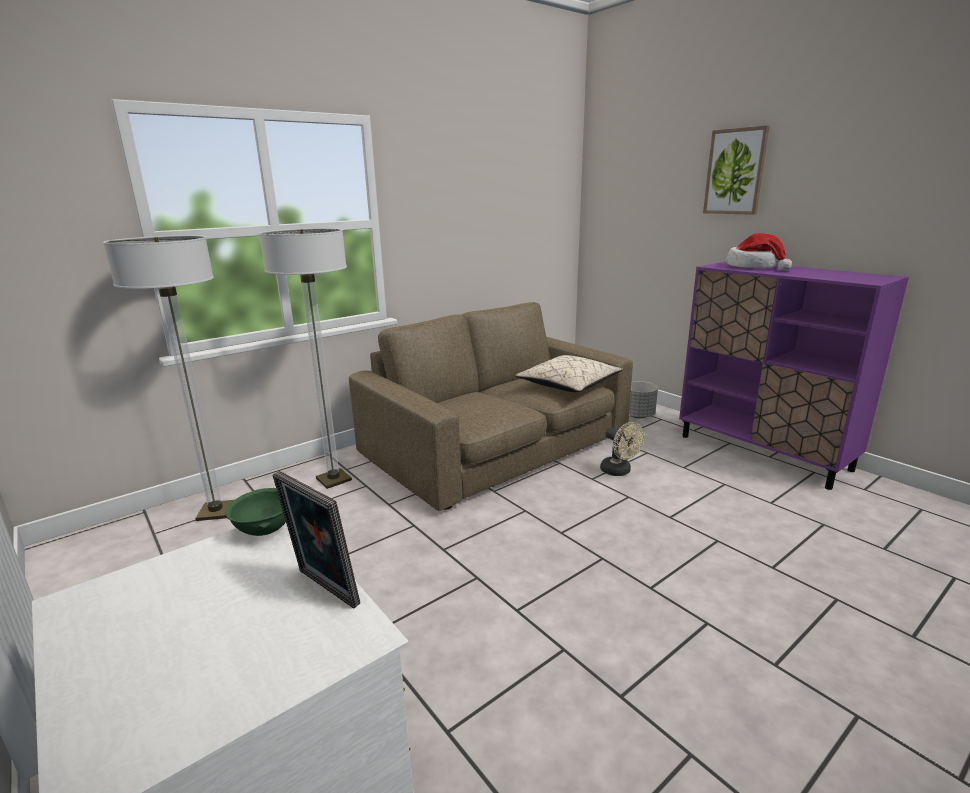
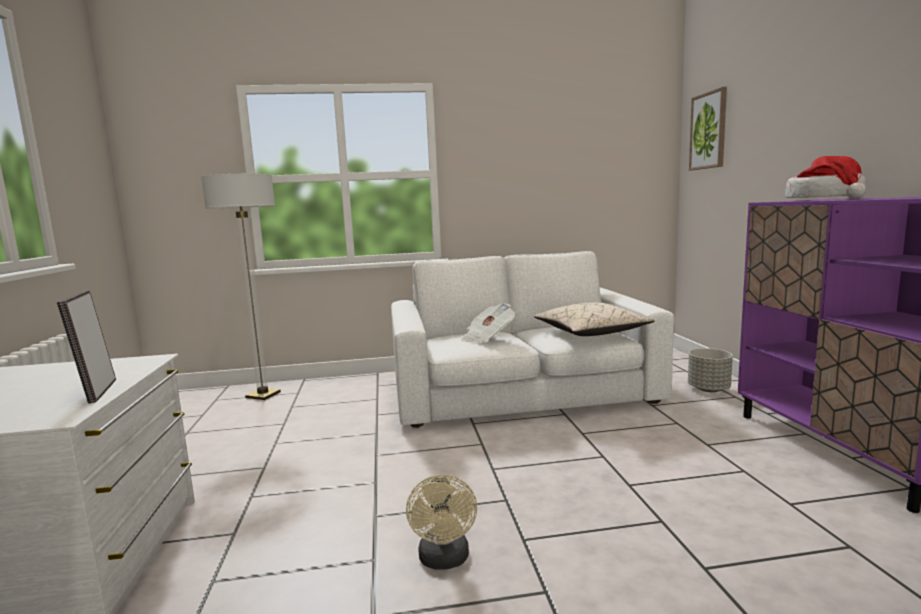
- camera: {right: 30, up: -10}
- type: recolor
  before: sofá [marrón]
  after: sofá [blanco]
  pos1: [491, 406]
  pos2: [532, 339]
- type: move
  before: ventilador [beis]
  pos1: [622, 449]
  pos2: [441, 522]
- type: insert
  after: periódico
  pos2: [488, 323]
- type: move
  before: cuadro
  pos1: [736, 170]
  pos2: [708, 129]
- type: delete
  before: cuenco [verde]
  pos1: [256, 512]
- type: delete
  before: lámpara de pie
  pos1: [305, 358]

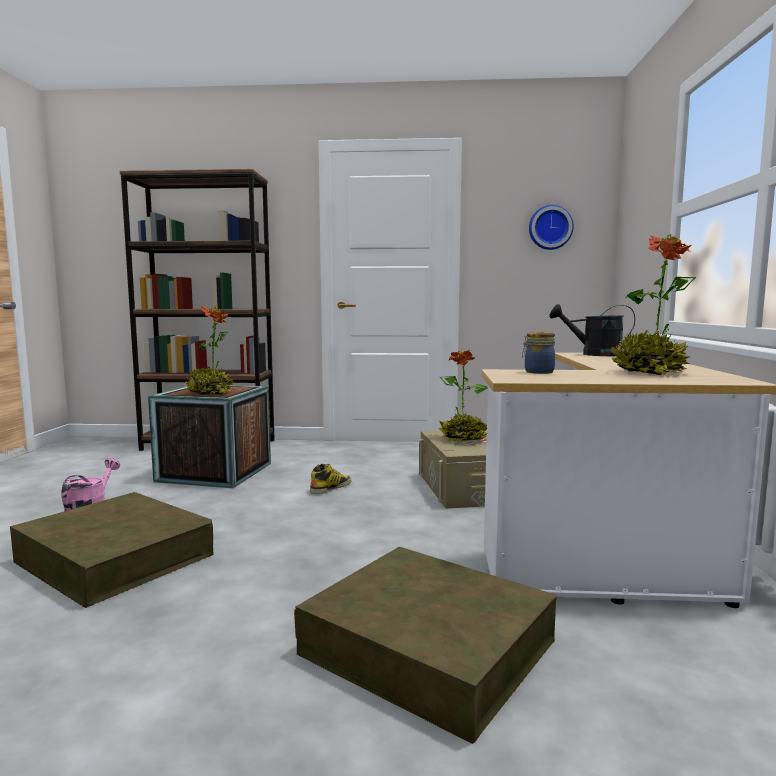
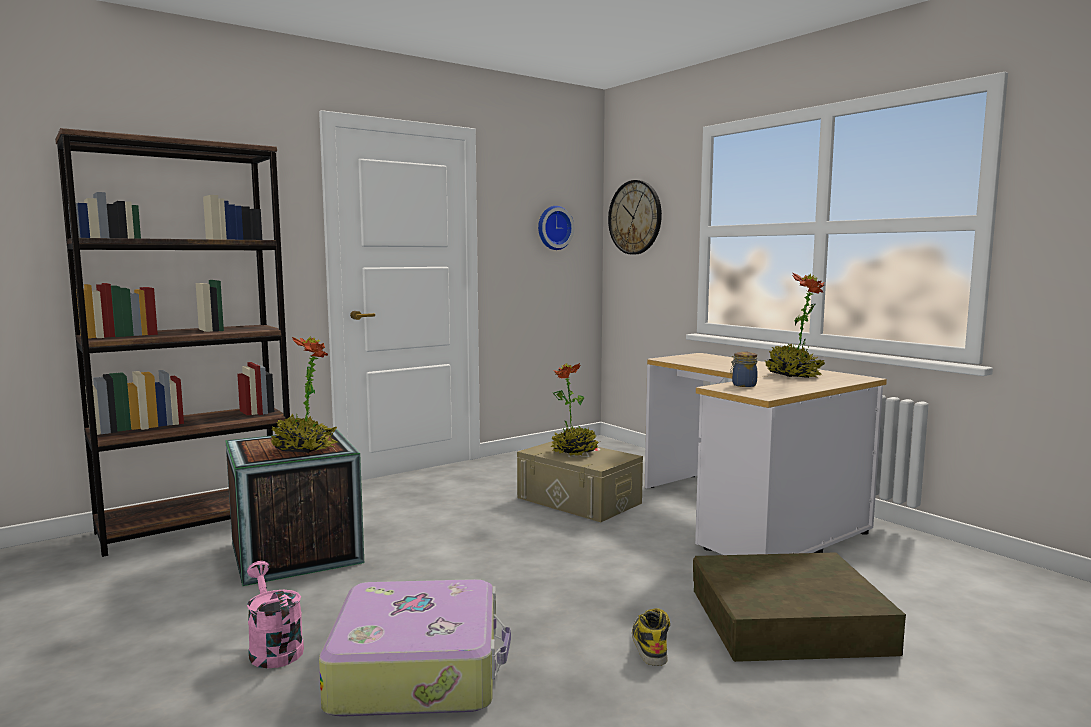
- camera: {right: -40, up: 0}
- type: replace
  before: caja de almacenaje [marrón]
  after: maleta
  pos1: [112, 550]
  pos2: [415, 648]
- type: insert
  after: reloj de pared
  pos2: [635, 217]
- type: move
  before: bota
  pos1: [331, 479]
  pos2: [651, 637]
- type: delete
  before: regadera [negro]
  pos1: [592, 330]

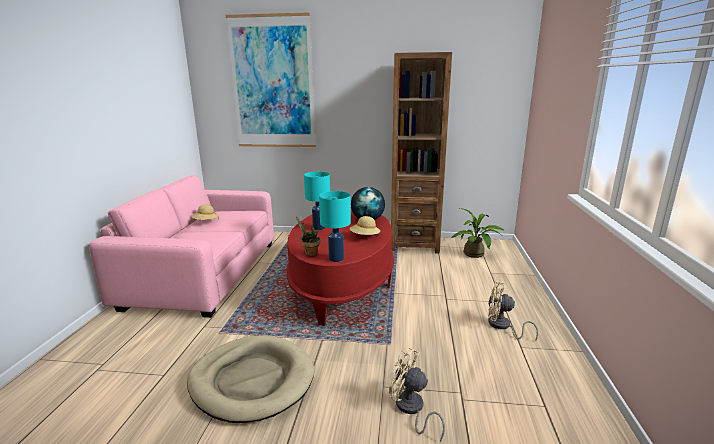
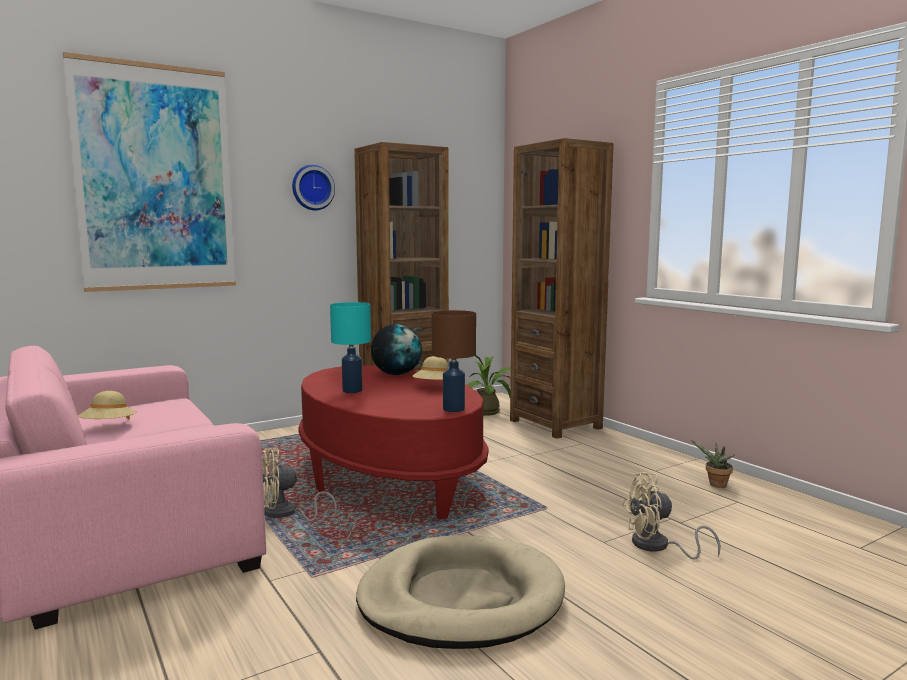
- camera: {right: -40, up: -10}
- type: move
  before: ventilador [beis]
  pos1: [513, 311]
  pos2: [299, 484]
- type: insert
  after: reloj de pared
  pos2: [313, 187]
- type: recolor
  before: lámpara de mesa [turquesa]
  after: lámpara de mesa [marrón]
  pos1: [335, 226]
  pos2: [454, 361]
- type: insert
  after: estantería [marrón]
  pos2: [562, 288]
- type: move
  before: planta en maceta
  pos1: [308, 236]
  pos2: [713, 464]

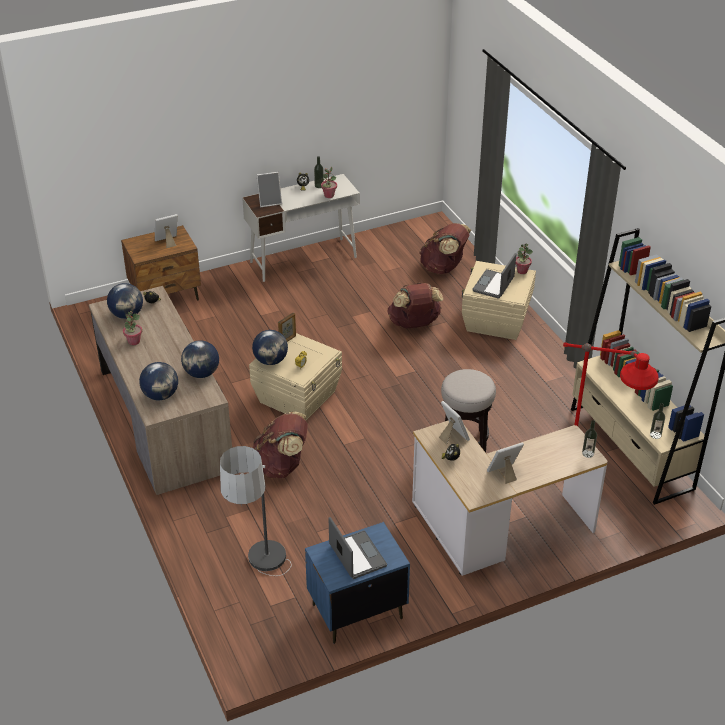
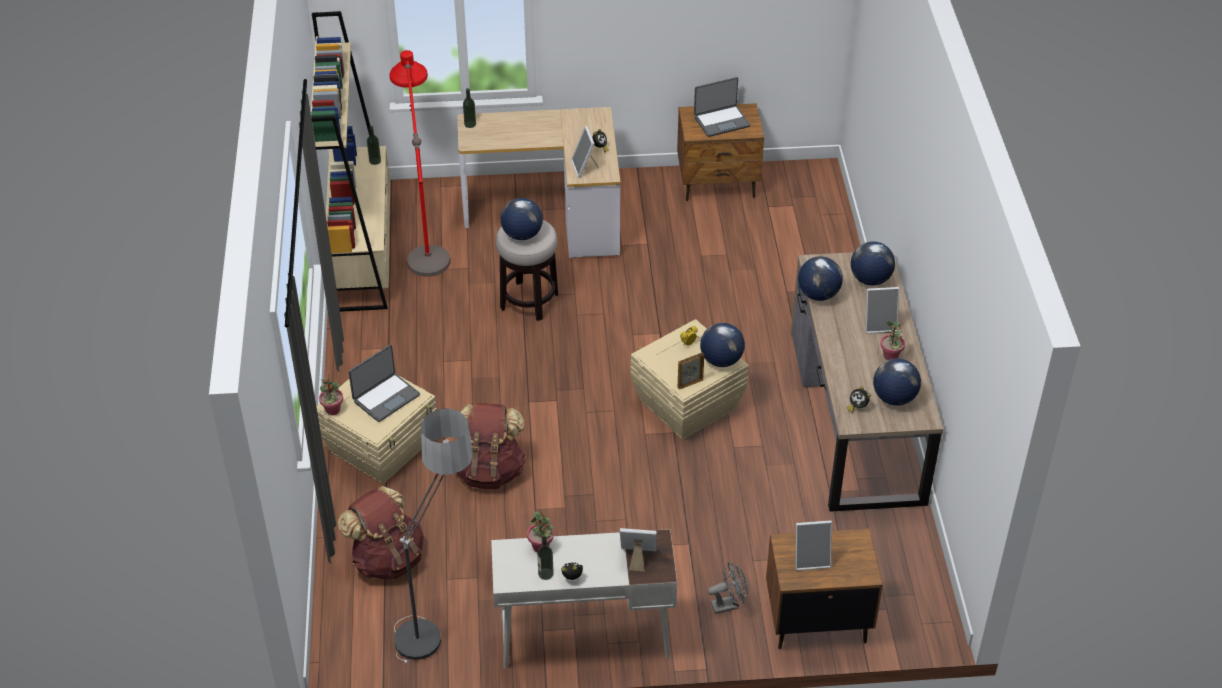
- camera: {right: -160, up: 5}
- type: move
  before: lámpara de pie
  pos1: [256, 511]
  pos2: [433, 535]
- type: insert
  after: globo terráqueo
  pos2: [521, 219]
- type: recolor
  before: mesita de noche [azul]
  after: mesita de noche [marrón]
  pos1: [357, 583]
  pos2: [720, 152]
- type: rotate
  before: portátil
  pos1: [358, 548]
  pos2: [722, 107]
  turn: -105
- type: insert
  after: ventilador [gris]
  pos2: [728, 588]
- type: move
  before: portarretratos
  pos1: [505, 463]
  pos2: [882, 310]
- type: delete
  before: mochila [marrón]
  pos1: [280, 444]

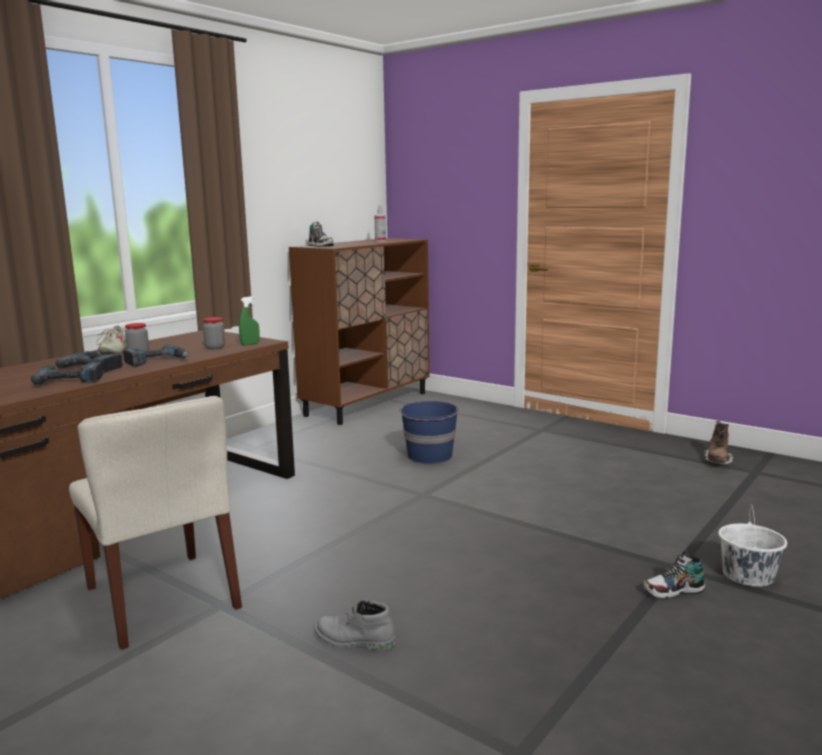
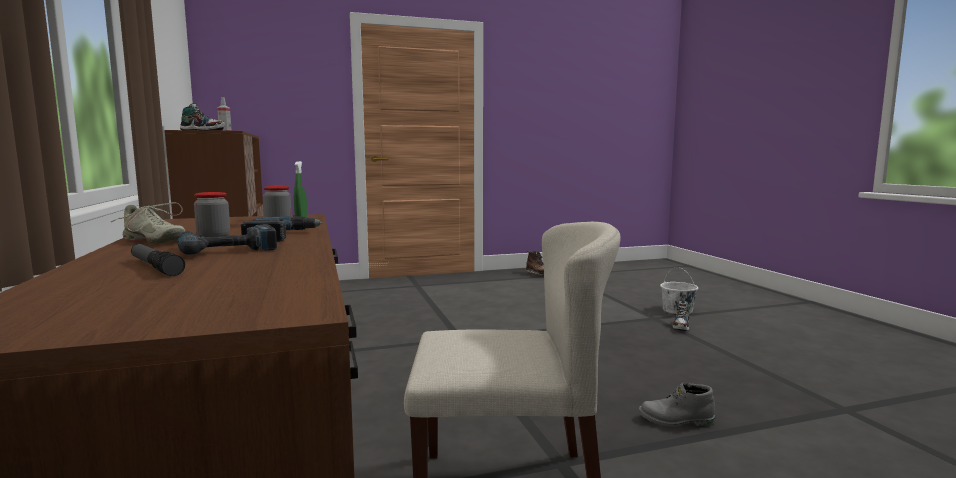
- camera: {right: -55, up: -5}
- type: insert
  after: linterna
  pos2: [158, 260]
- type: rotate
  before: bota [gris]
  pos1: [355, 625]
  pos2: [677, 405]
  turn: 45
- type: delete
  before: taladro
  pos1: [67, 373]
- type: delete
  before: cubo [azul]
  pos1: [429, 432]

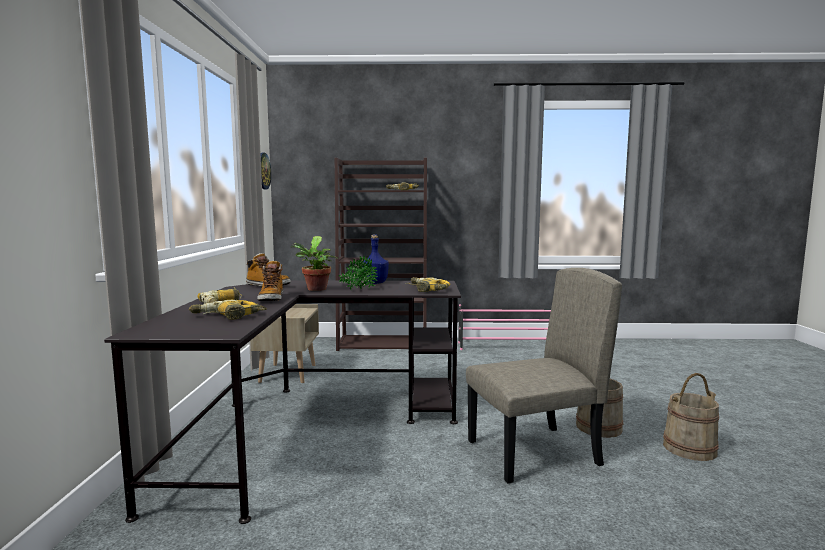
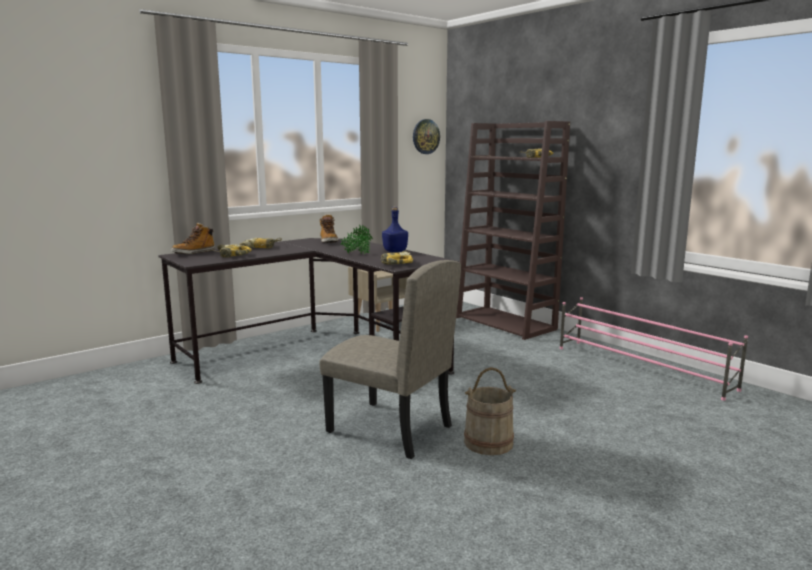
- camera: {right: 50, up: 5}
- type: move
  before: bota
  pos1: [270, 280]
  pos2: [193, 238]
- type: delete
  before: planta en maceta
  pos1: [314, 263]
- type: delete
  before: cubo [beis]
  pos1: [691, 417]

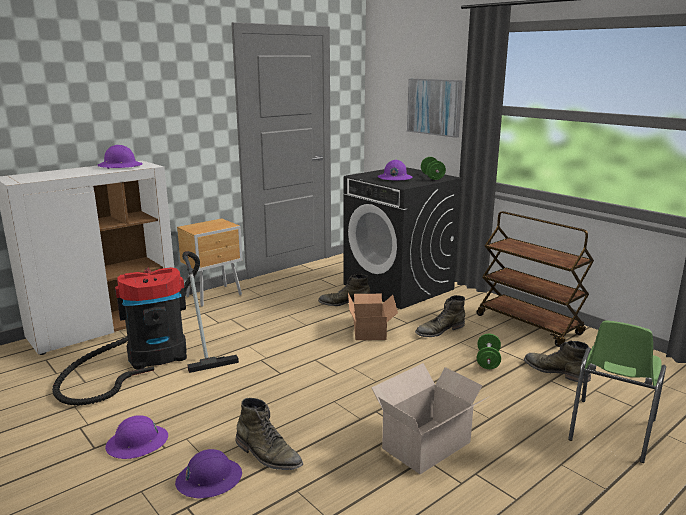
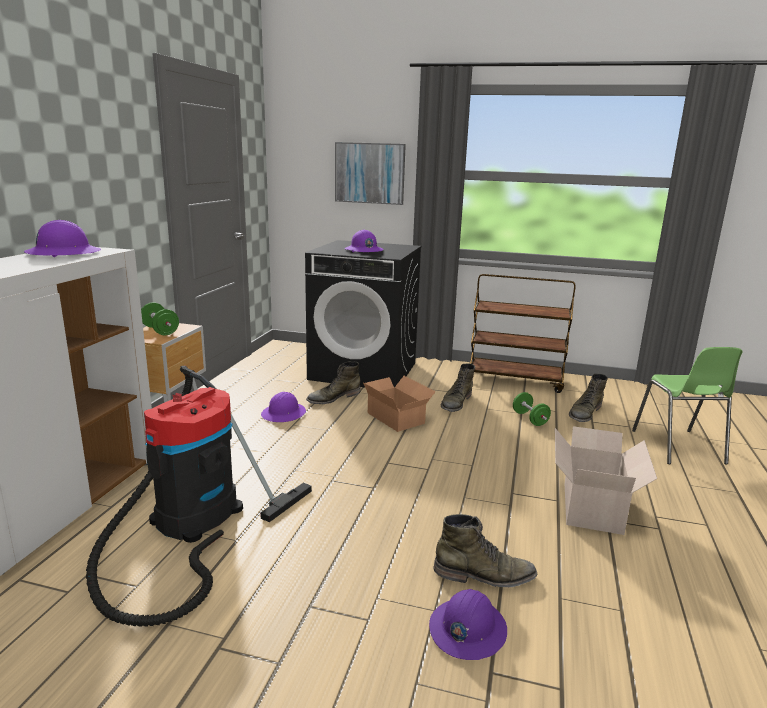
- camera: {right: -35, up: 0}
- type: move
  before: mancuerna [verde]
  pos1: [433, 168]
  pos2: [160, 318]
- type: move
  before: casco [morado]
  pos1: [136, 437]
  pos2: [283, 407]
- type: rotate
  before: bota [verde]
  pos1: [557, 361]
  pos2: [588, 398]
  turn: -60

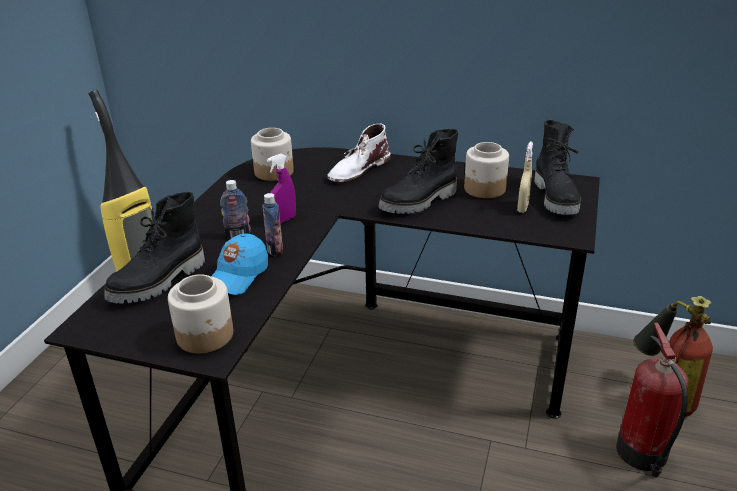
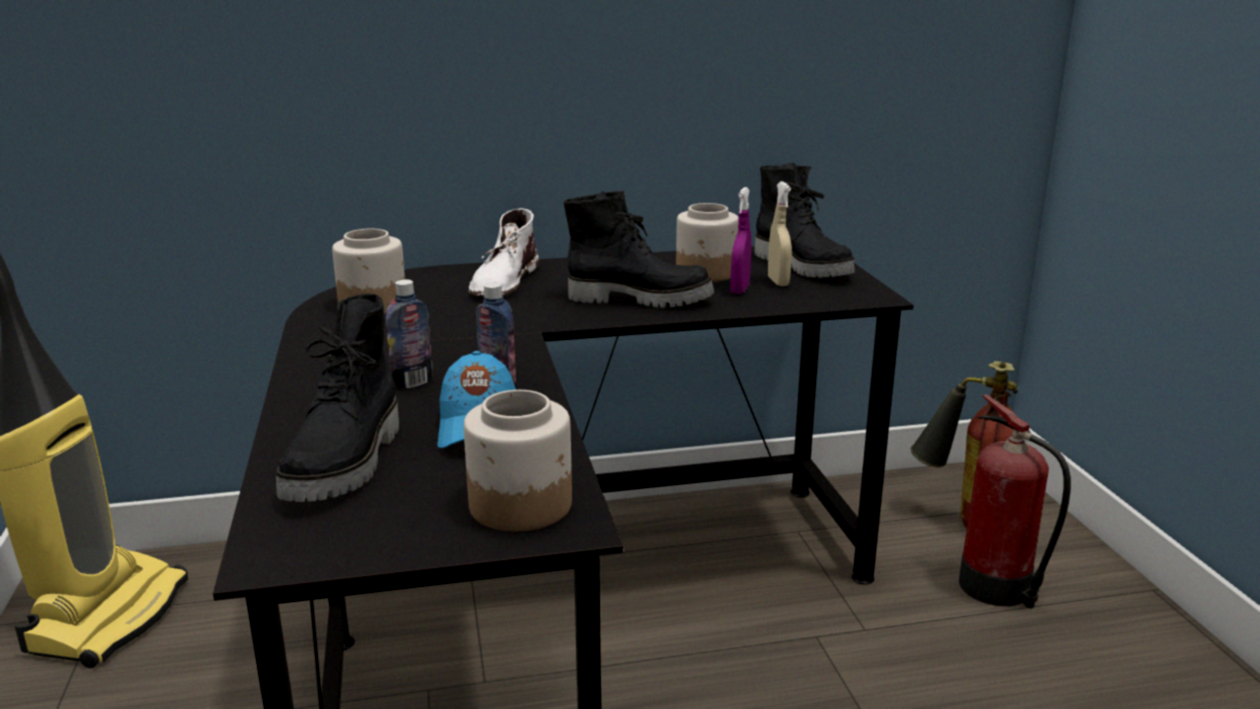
- camera: {right: -30, up: -10}
- type: rotate
  before: bota [negro]
  pos1: [418, 171]
  pos2: [639, 249]
  turn: -105
- type: move
  before: pulverizador [morado]
  pos1: [281, 188]
  pos2: [741, 240]

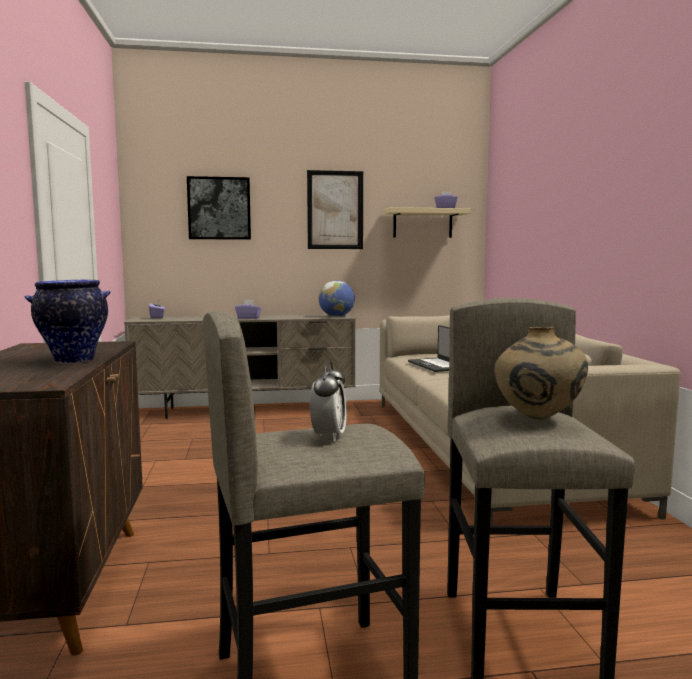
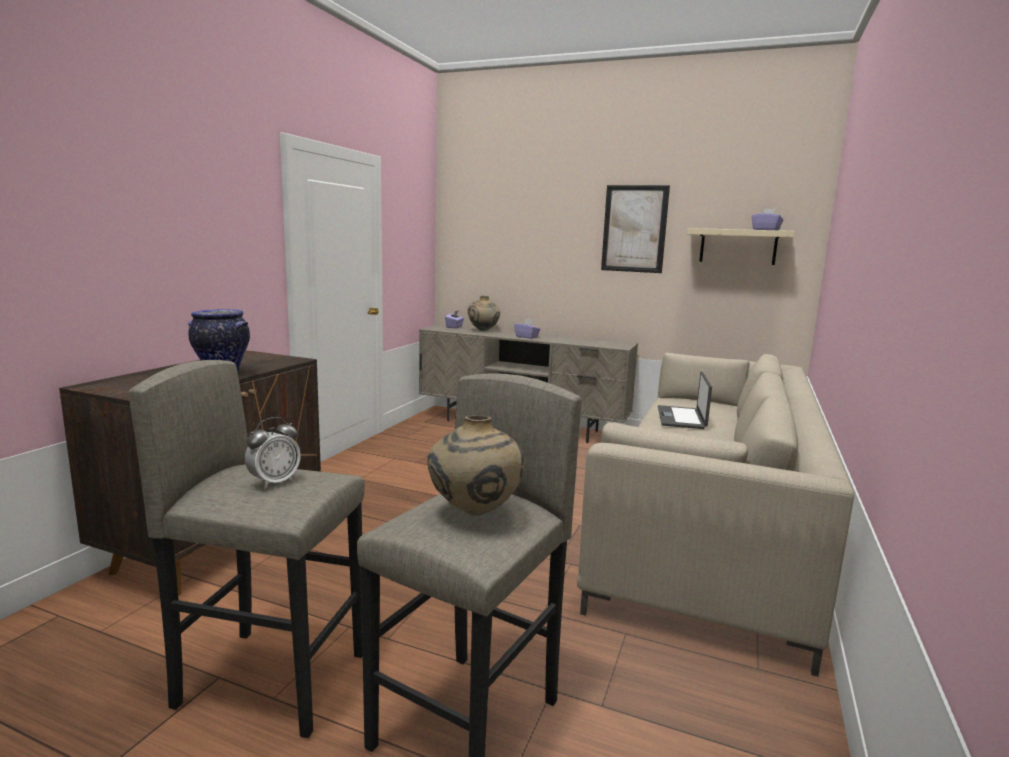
- camera: {right: 30, up: 5}
- type: insert
  after: florero [beis]
  pos2: [483, 313]
- type: delete
  before: cuadro
  pos1: [219, 208]
- type: delete
  before: globo terráqueo
  pos1: [337, 298]

